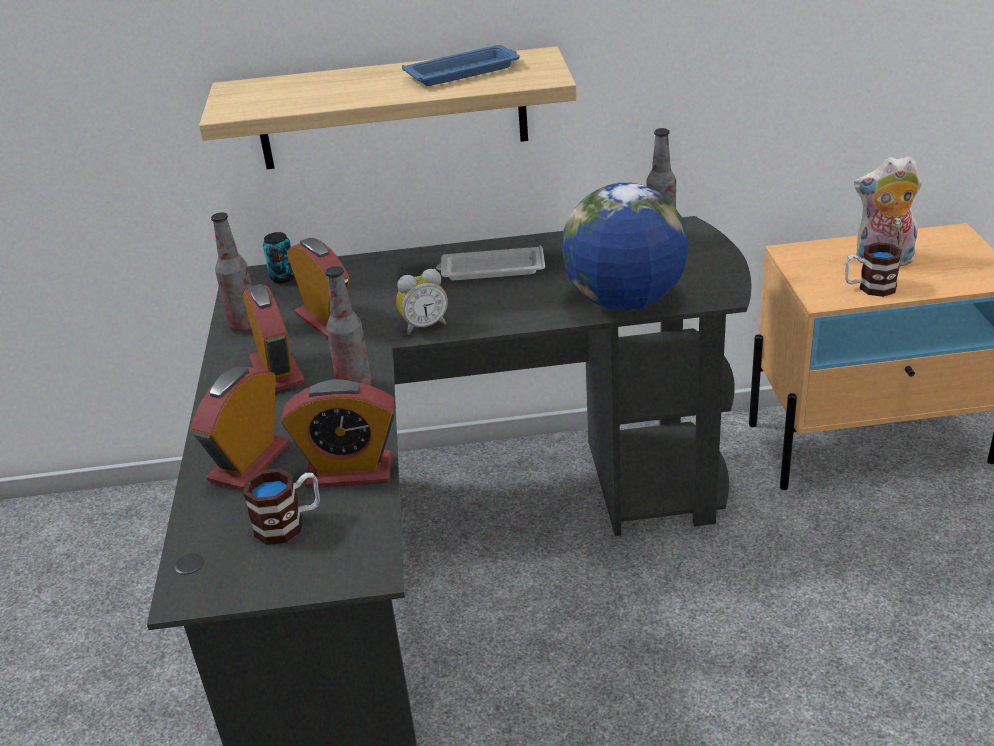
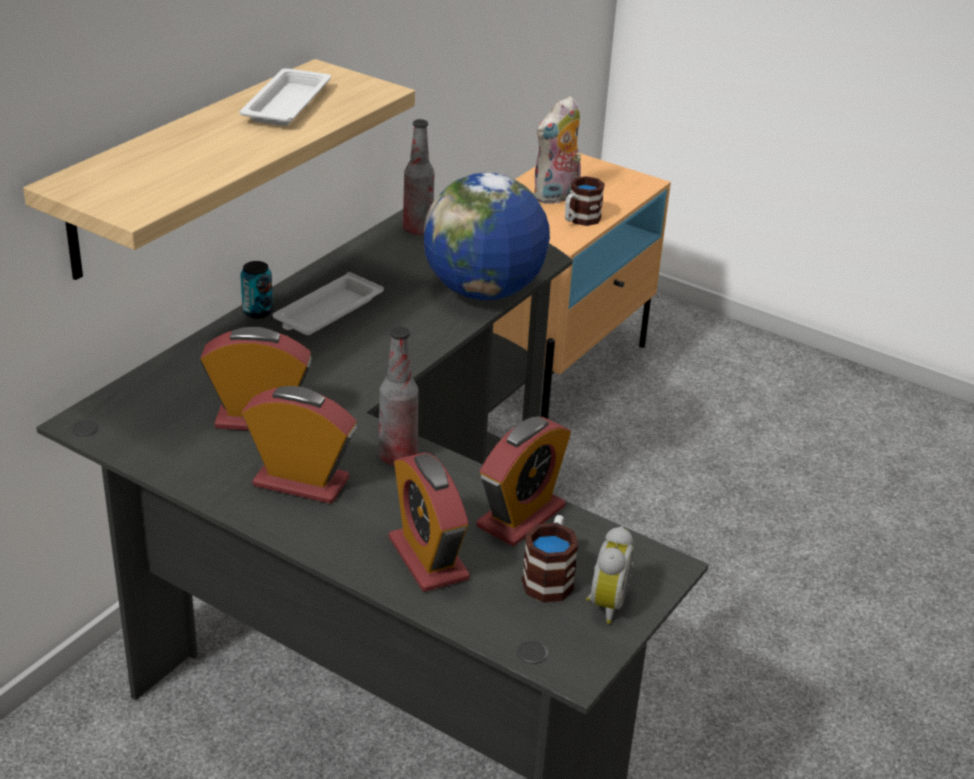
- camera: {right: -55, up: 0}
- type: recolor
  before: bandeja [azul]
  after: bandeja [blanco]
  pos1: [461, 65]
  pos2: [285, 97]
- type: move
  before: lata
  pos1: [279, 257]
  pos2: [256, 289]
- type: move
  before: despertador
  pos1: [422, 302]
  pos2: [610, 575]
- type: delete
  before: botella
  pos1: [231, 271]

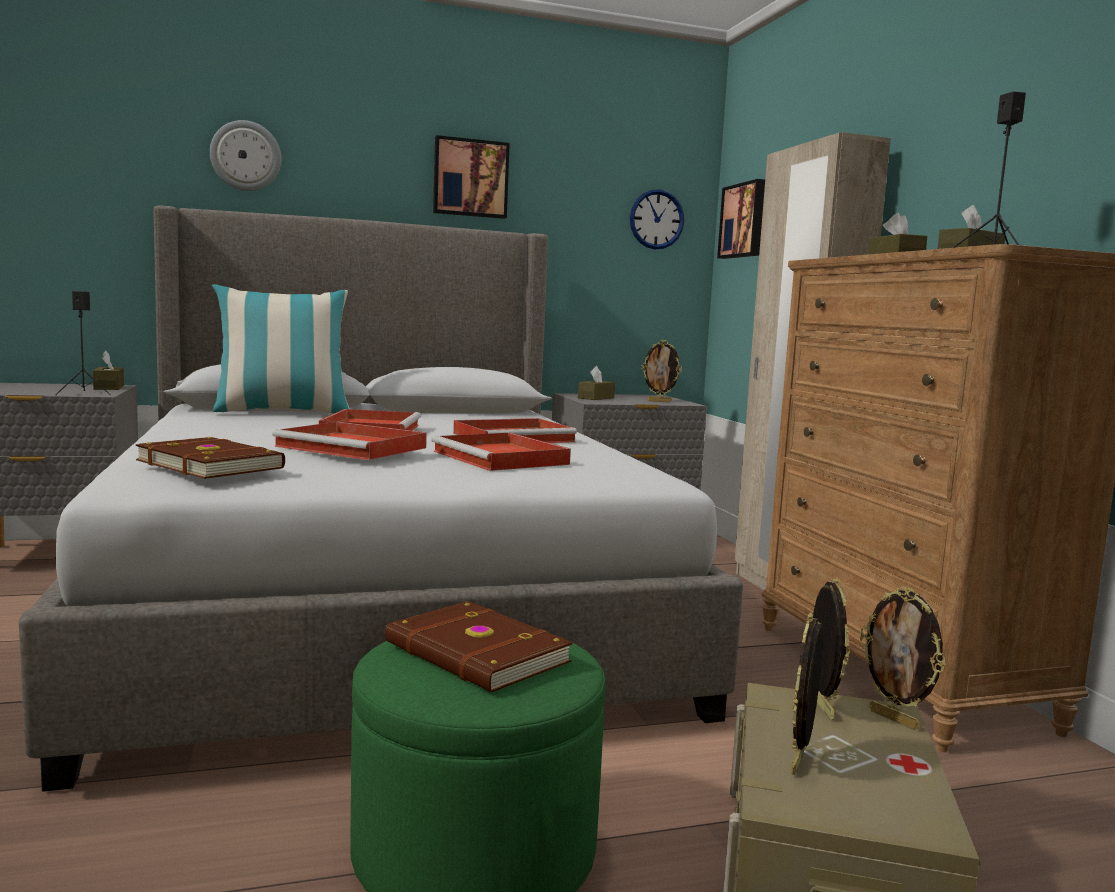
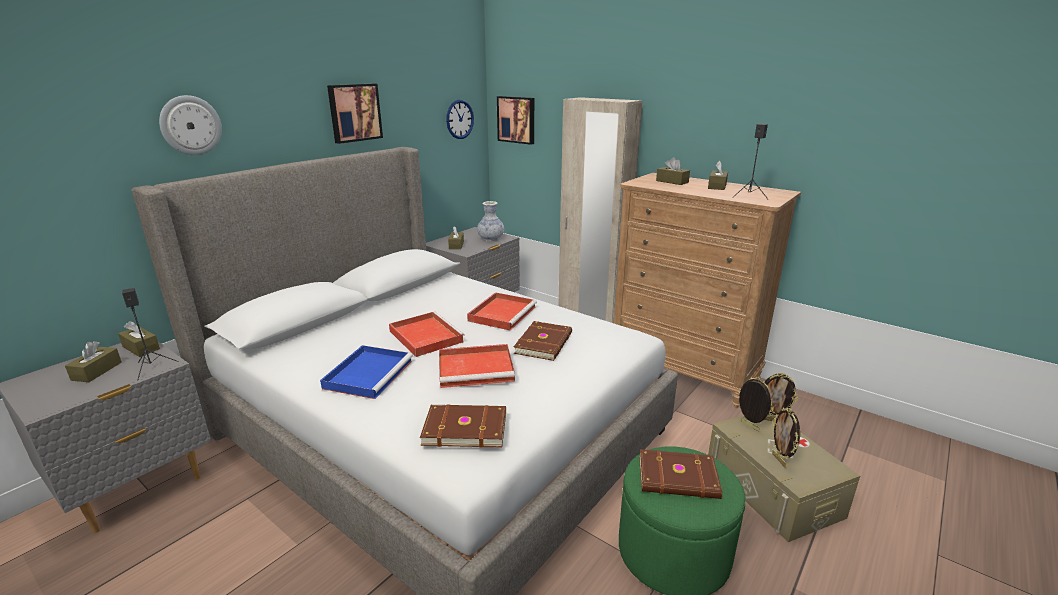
- camera: {right: -35, up: 15}
- type: insert
  after: caja de pañuelos [marrón]
  pos2: [93, 361]
- type: insert
  after: bandeja [azul]
  pos2: [366, 372]
- type: replace
  before: portarretratos
  after: florero
  pos1: [661, 371]
  pos2: [490, 221]
- type: replace
  before: bandeja [rojo]
  after: libro [marrón]
  pos1: [501, 452]
  pos2: [543, 341]
- type: delete
  before: cojín
  pos1: [281, 349]

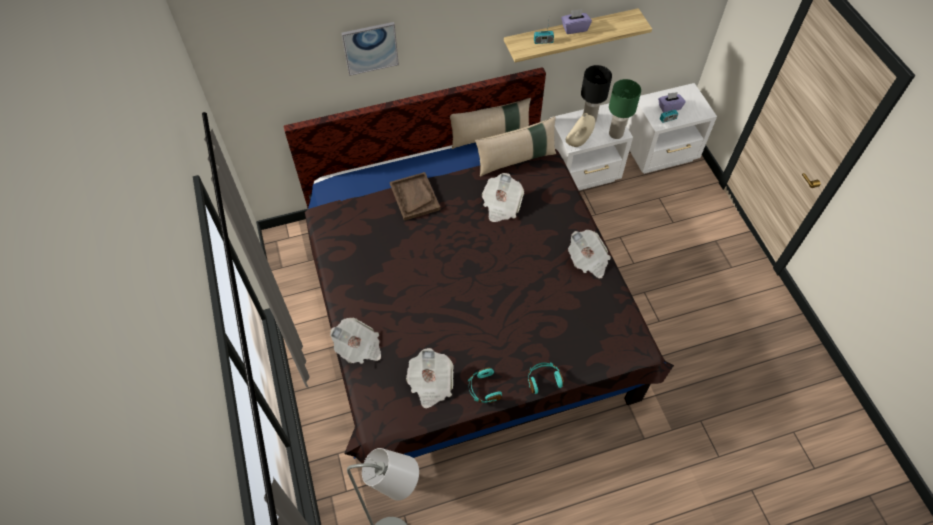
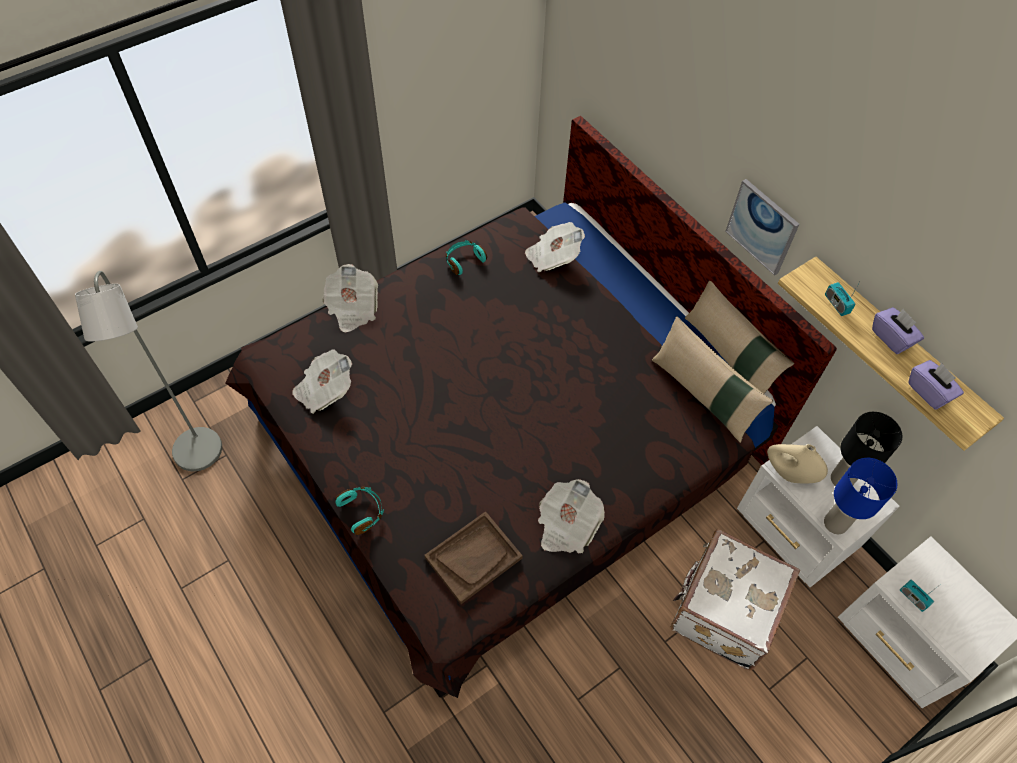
- camera: {right: 70, up: 0}
- type: move
  before: bandeja [marrón]
  pos1: [415, 196]
  pos2: [473, 557]
- type: move
  before: auriculares [turquesa]
  pos1: [485, 385]
  pos2: [466, 257]
- type: move
  before: periódico
  pos1: [503, 197]
  pos2: [555, 247]
- type: insert
  after: maleta [blanco]
  pos2: [735, 599]
- type: move
  before: cuadro
  pos1: [370, 49]
  pos2: [762, 227]
- type: recolor
  before: lámpara de mesa [verde]
  after: lámpara de mesa [azul]
  pos1: [625, 109]
  pos2: [860, 496]
- type: move
  before: caja de pañuelos [morado]
  pos1: [672, 102]
  pos2: [936, 384]

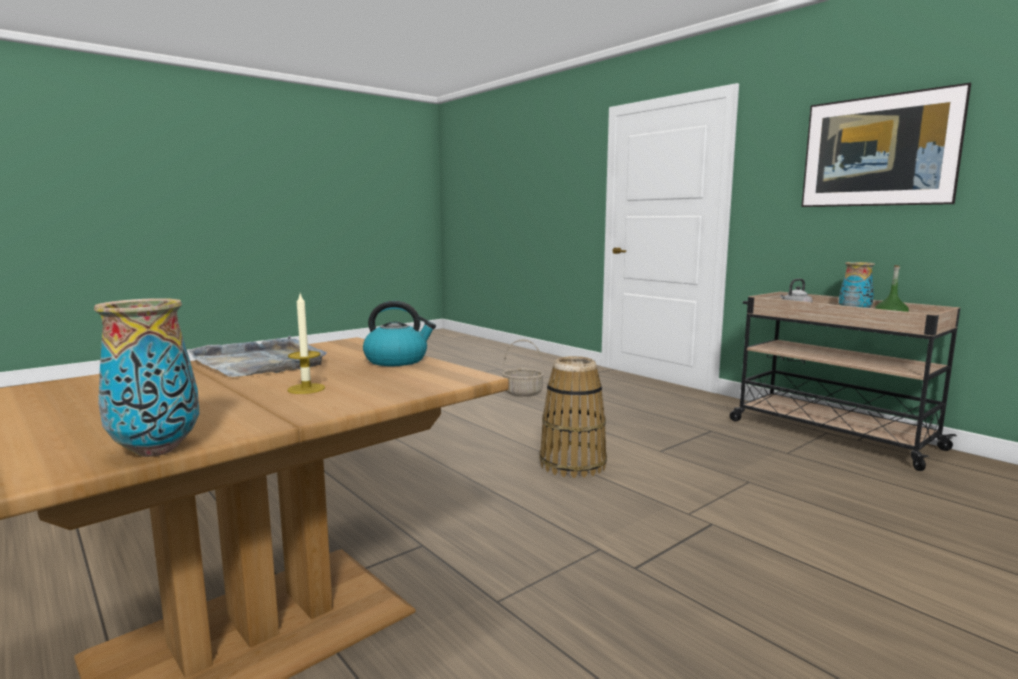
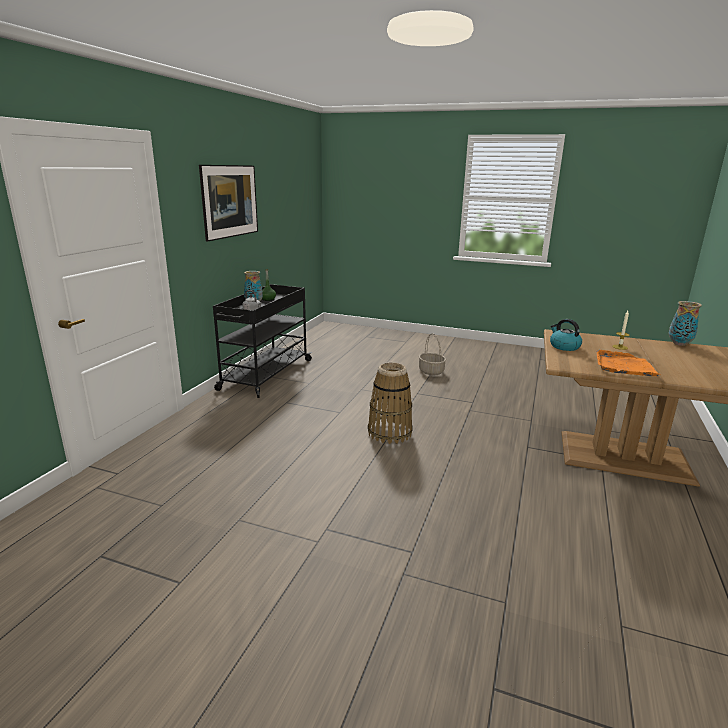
- camera: {right: -120, up: 10}
- type: recolor
  before: carrito [beis]
  after: carrito [negro]
  pos1: [844, 381]
  pos2: [263, 341]
- type: move
  before: cesta
  pos1: [523, 368]
  pos2: [432, 354]
- type: recolor
  before: bandeja [gris]
  after: bandeja [naranja]
  pos1: [257, 356]
  pos2: [629, 363]

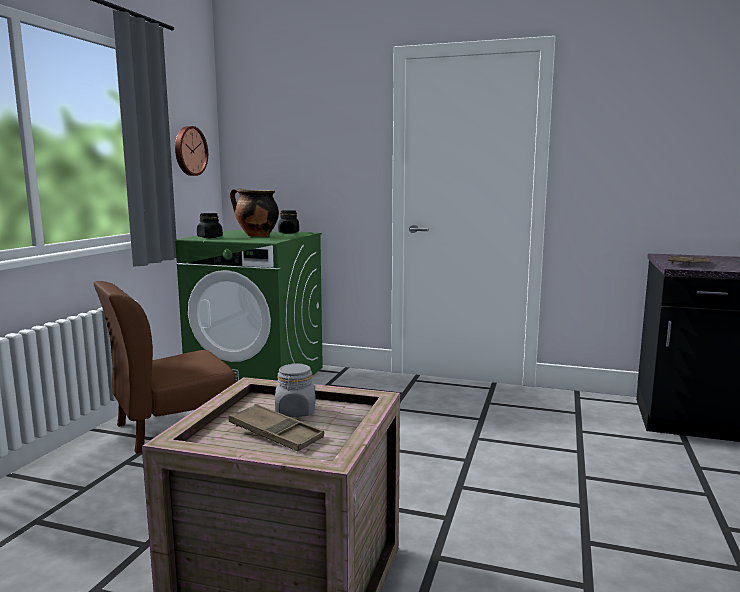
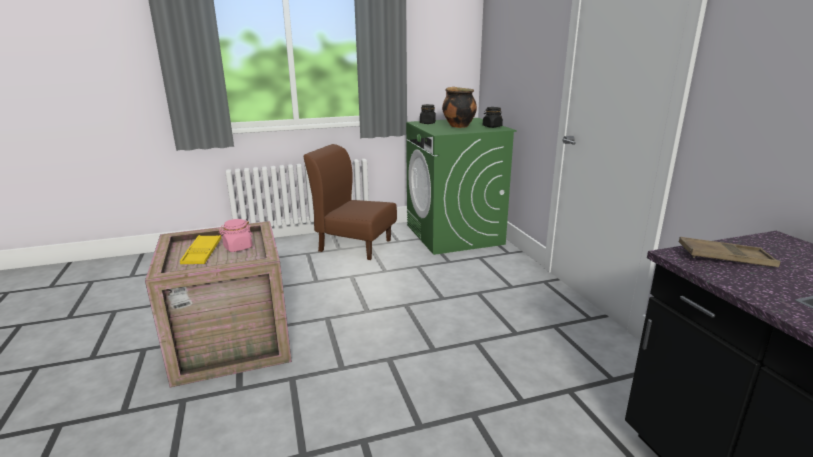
- camera: {right: 55, up: 10}
- type: recolor
  before: bandeja [marrón]
  after: bandeja [amarillo]
  pos1: [276, 427]
  pos2: [200, 249]
- type: recolor
  before: tarro [gris]
  after: tarro [rosa]
  pos1: [295, 390]
  pos2: [236, 235]
- type: delete
  before: reloj de pared
  pos1: [191, 151]

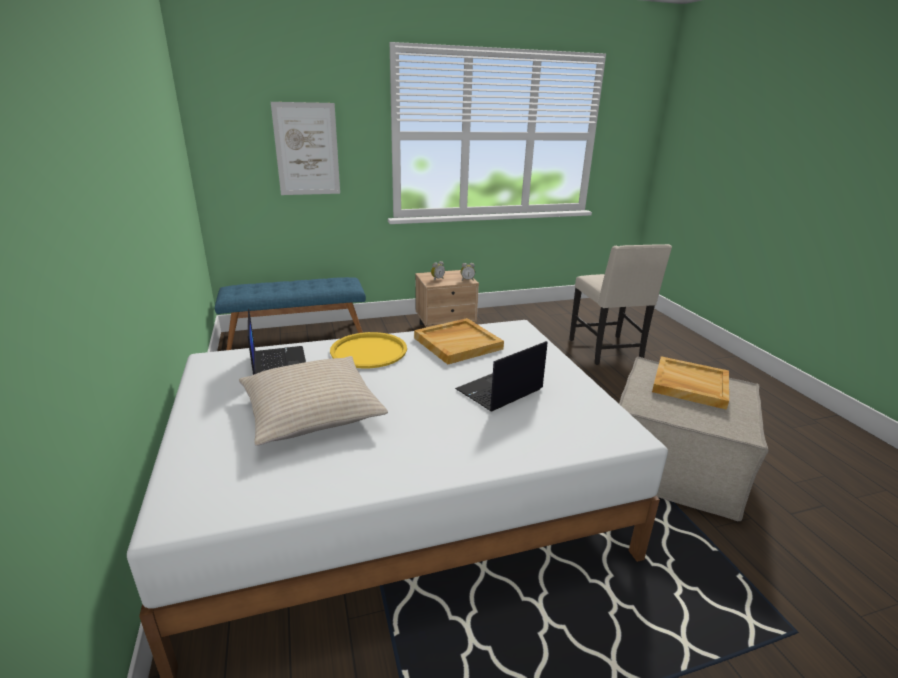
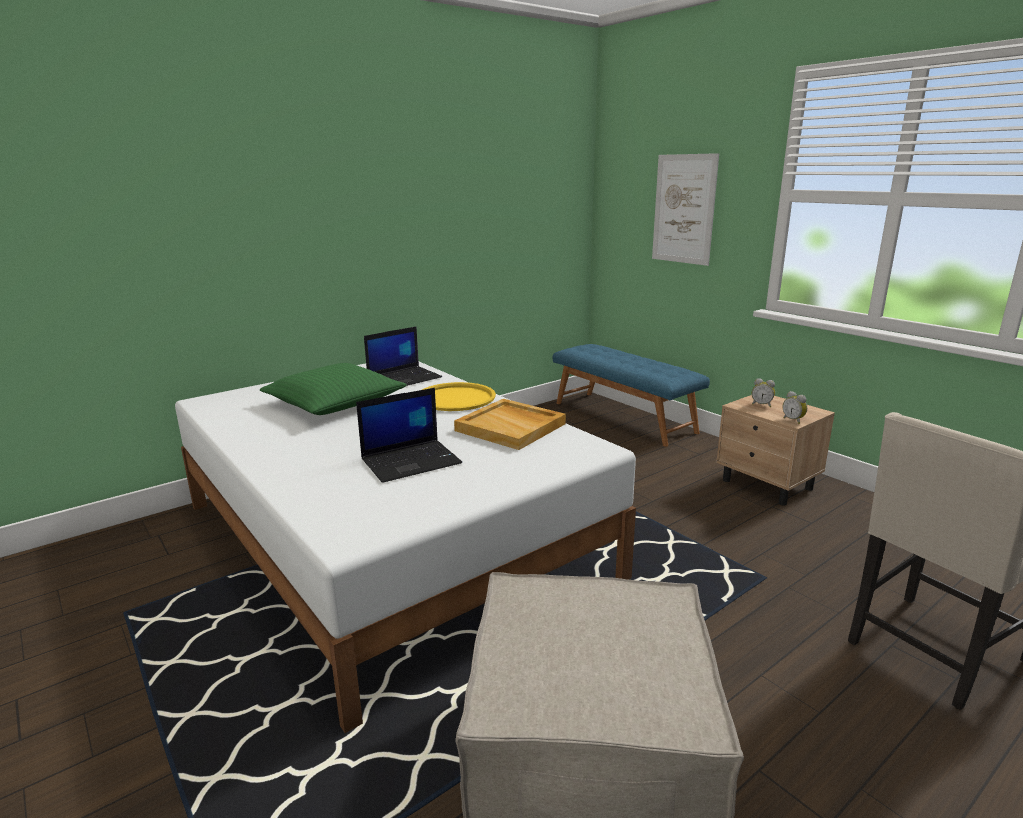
- camera: {right: 70, up: -5}
- type: recolor
  before: cojín [beis]
  after: cojín [verde]
  pos1: [313, 401]
  pos2: [333, 389]
- type: rotate
  before: portátil
  pos1: [501, 376]
  pos2: [409, 435]
  turn: 120
- type: delete
  before: bandeja [beis]
  pos1: [690, 383]

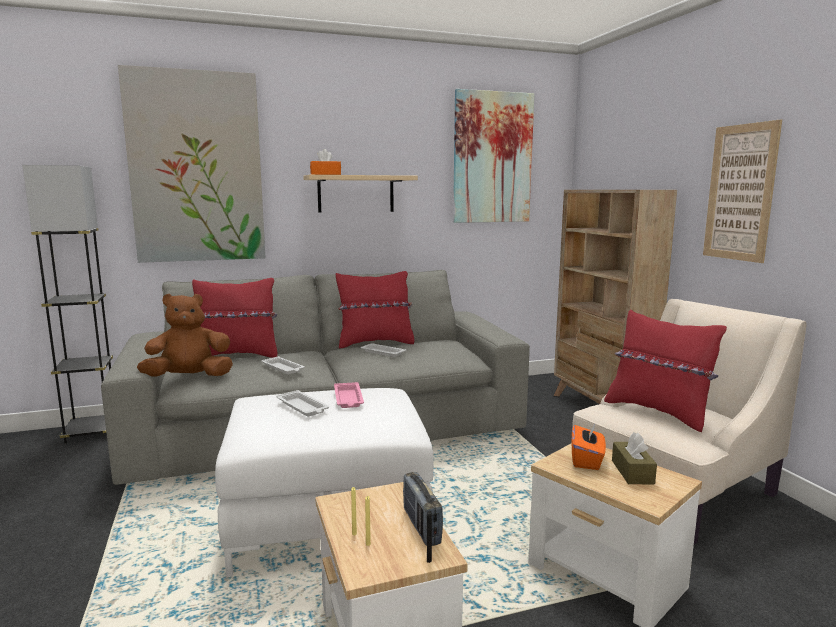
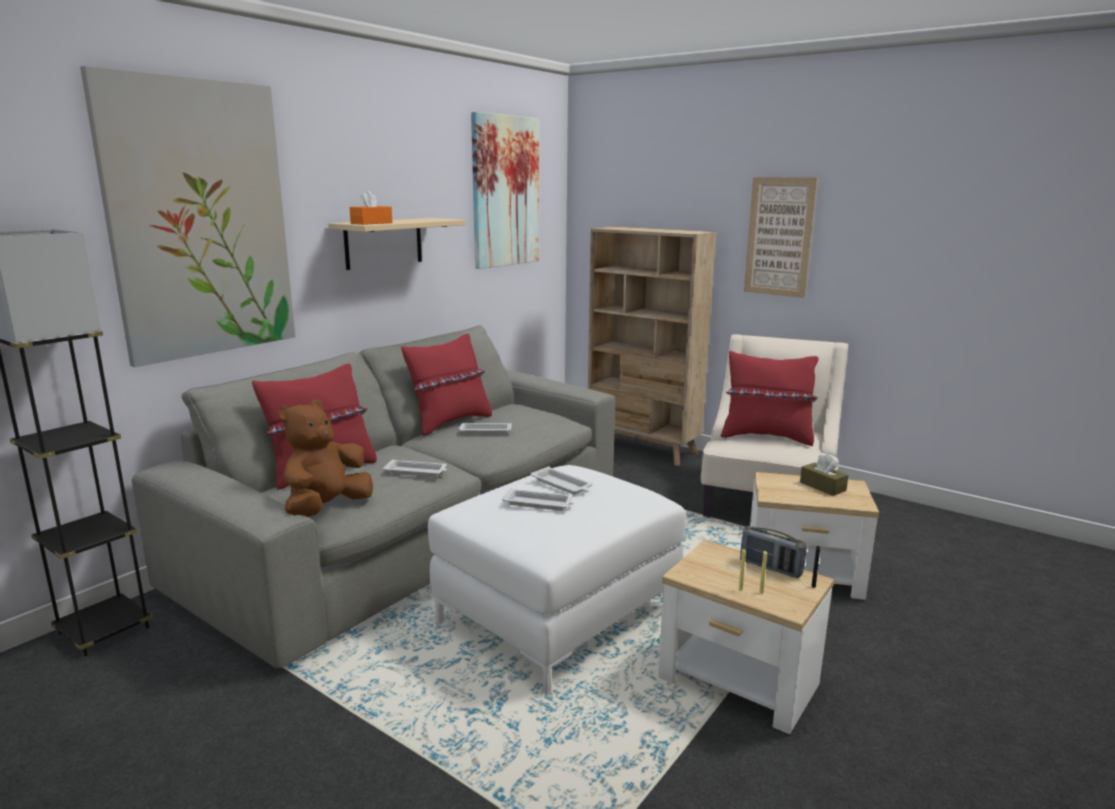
- camera: {right: -35, up: 5}
- type: recolor
  before: bandeja [rosa]
  after: bandeja [blanco]
  pos1: [349, 395]
  pos2: [562, 480]
- type: delete
  before: caja de pañuelos [naranja]
  pos1: [589, 445]

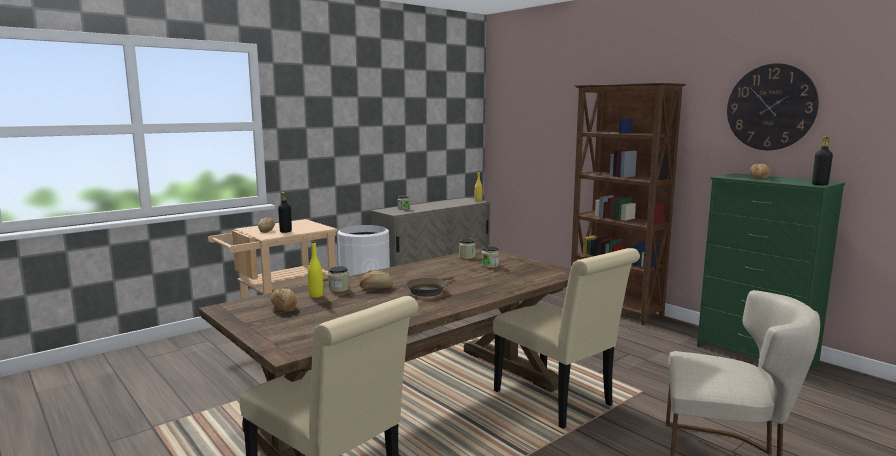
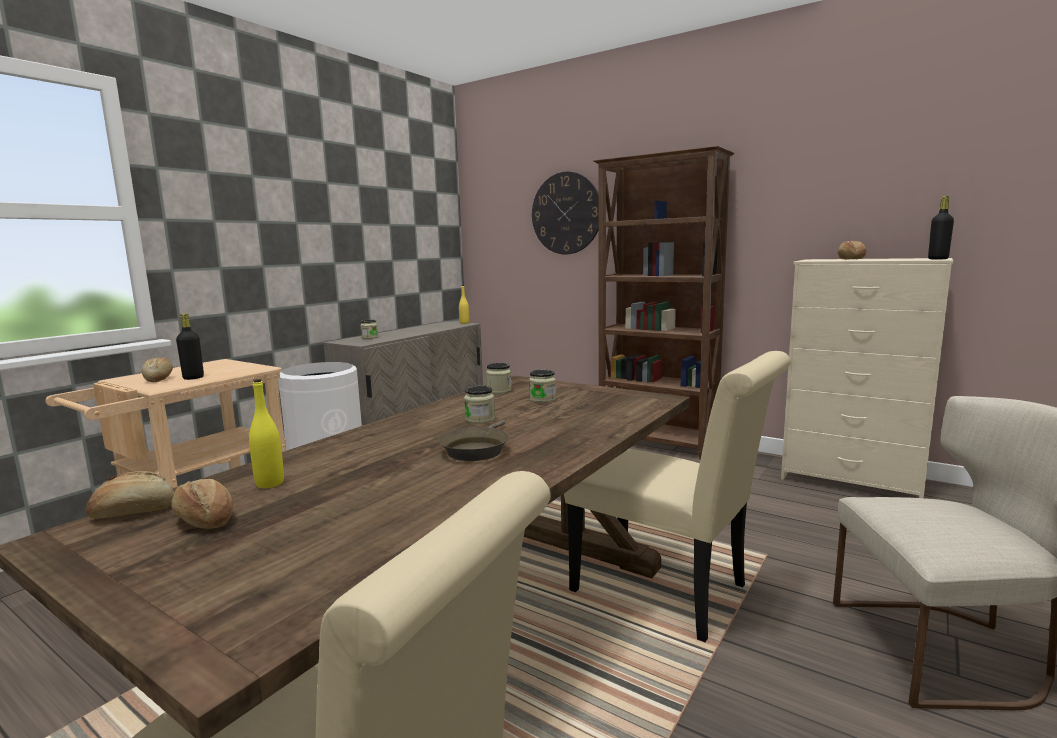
- camera: {right: -15, up: 0}
- type: move
  before: pan
  pos1: [376, 279]
  pos2: [130, 495]
- type: move
  before: tarro
  pos1: [338, 279]
  pos2: [479, 405]
- type: move
  before: reloj de pared
  pos1: [773, 106]
  pos2: [565, 213]
- type: recolor
  before: cómoda [verde]
  after: cómoda [beis]
  pos1: [771, 272]
  pos2: [867, 378]

